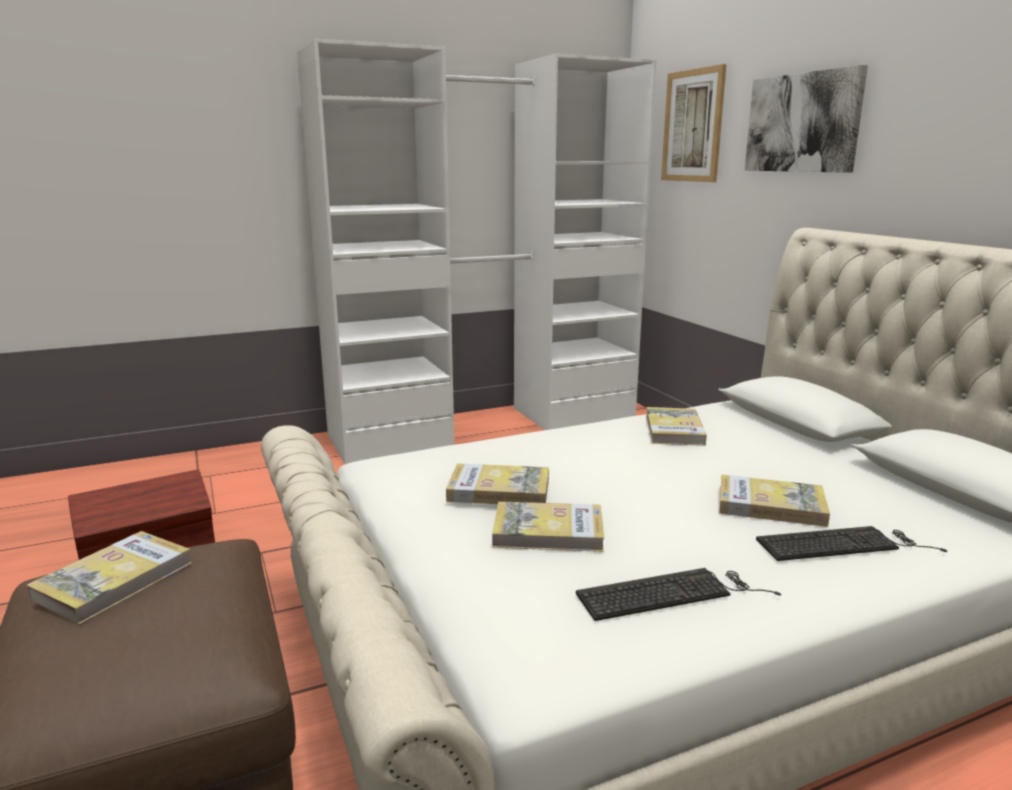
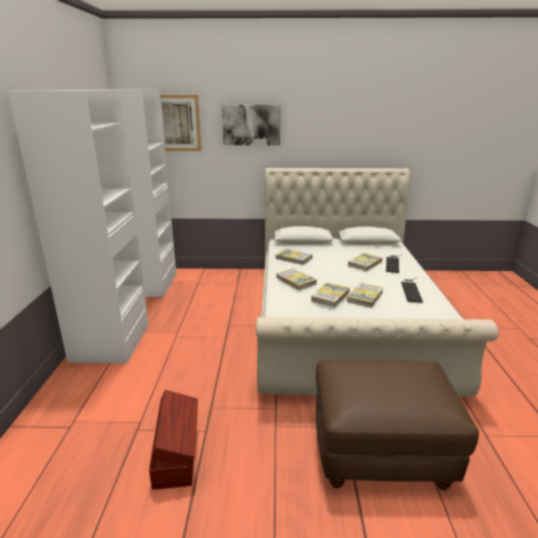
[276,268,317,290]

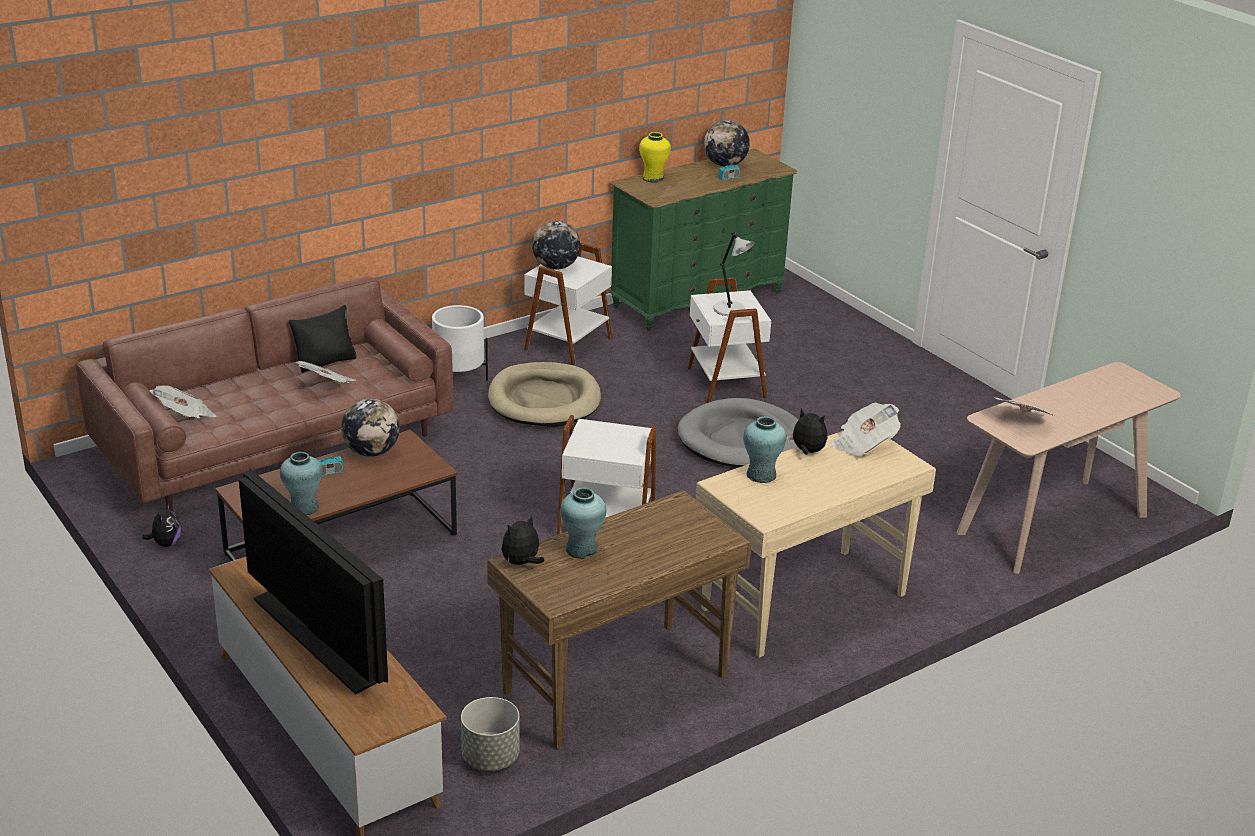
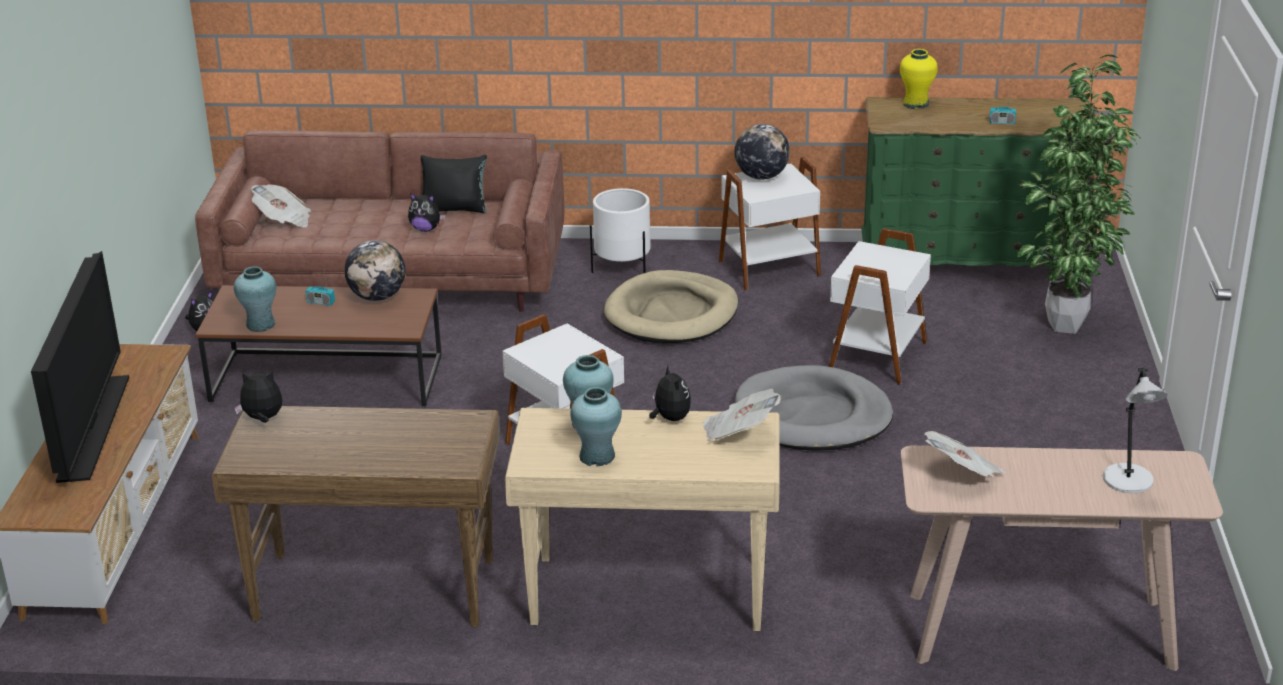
[704,120,750,167] (first image)
[1103,368,1168,493]
[408,193,445,232]
[571,387,622,467]
[461,697,519,771] (first image)
[1017,55,1141,334]

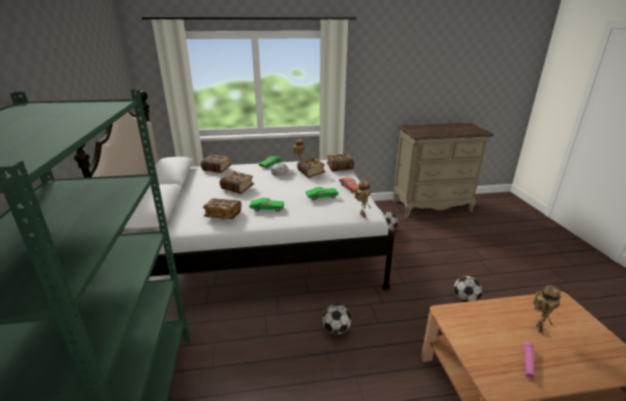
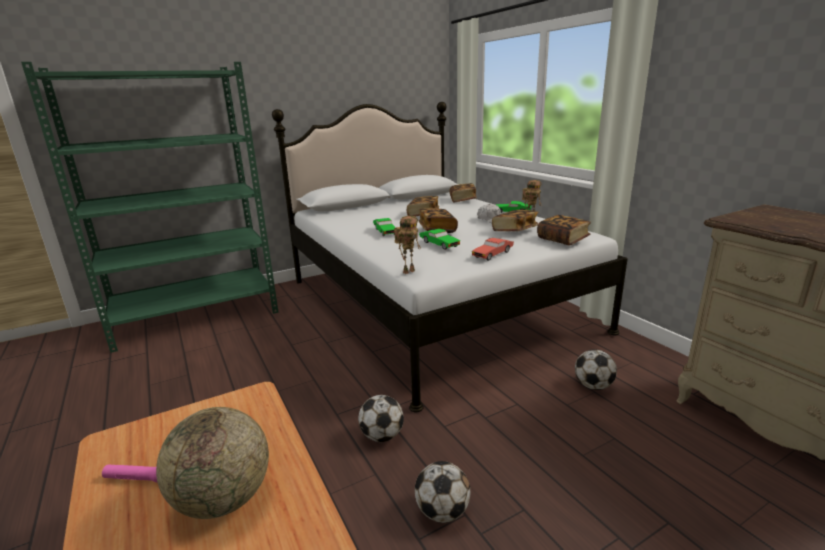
[419,209,458,233]
[156,407,269,519]
[358,395,404,442]

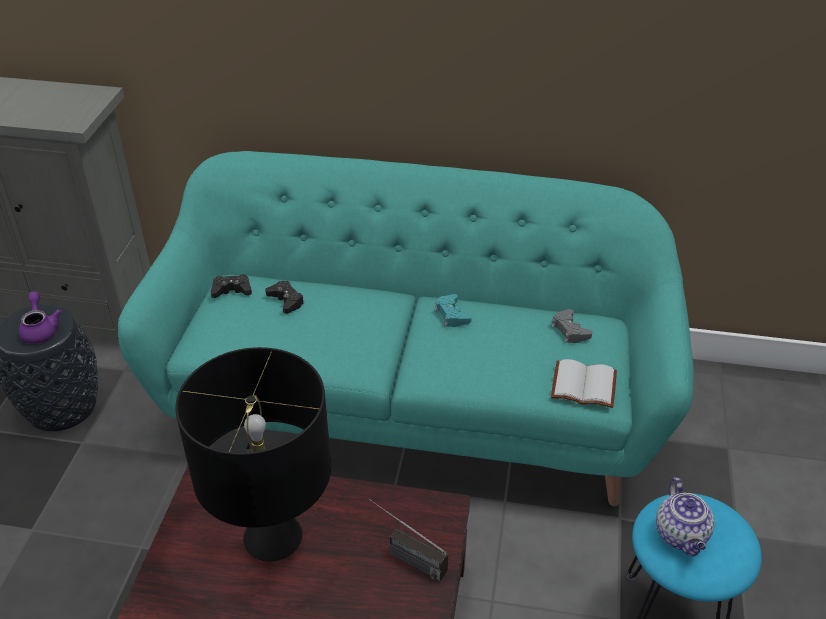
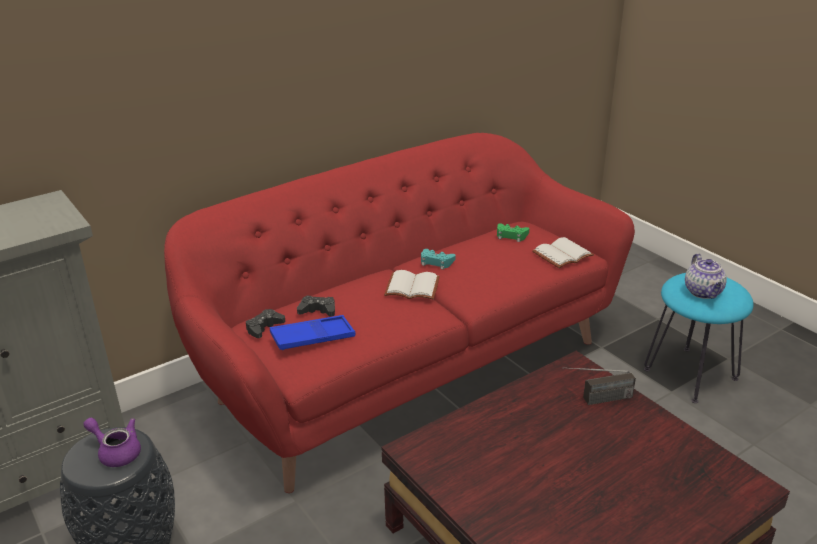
[164,133,635,493]
[497,223,529,242]
[175,347,331,561] (first image)
[685,253,727,299]
[384,270,440,300]
[270,315,355,350]

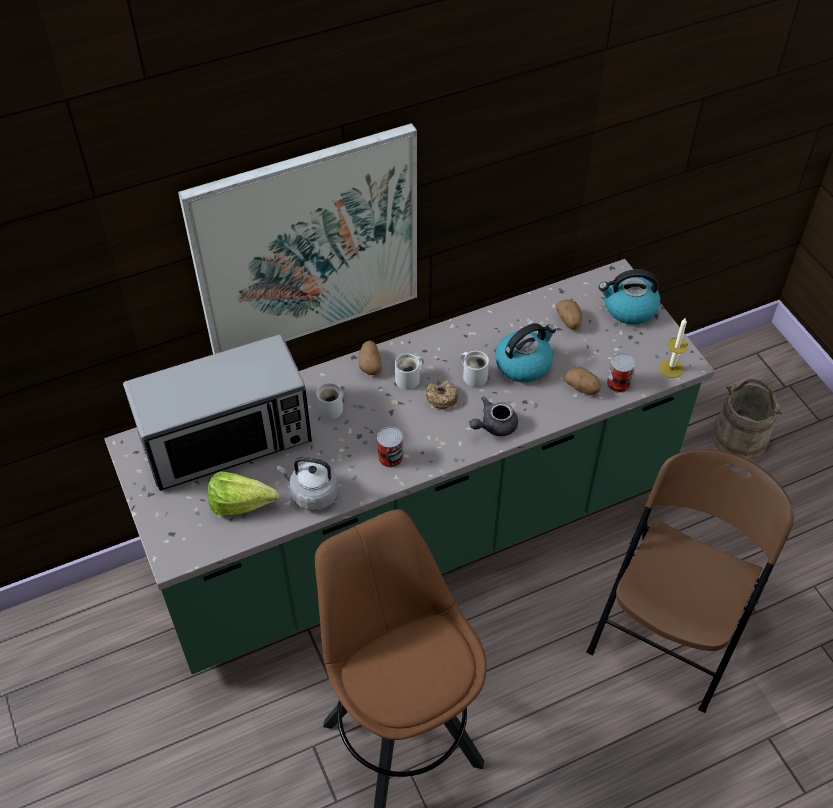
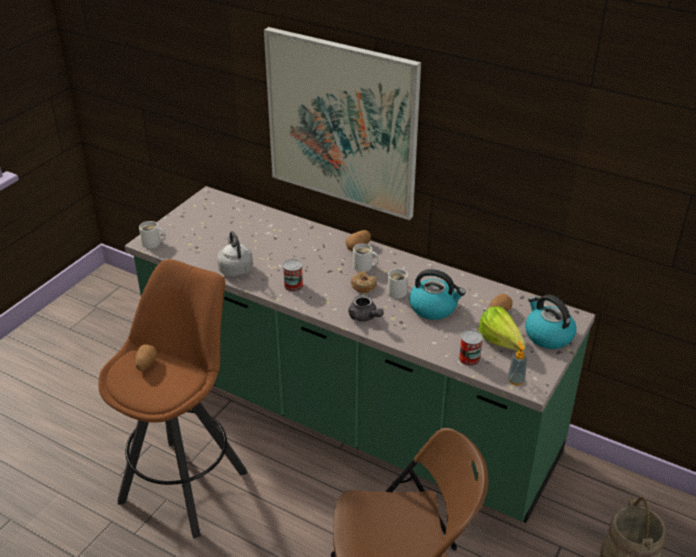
[508,341,527,385]
[123,334,312,491] (first image)
[135,345,157,371]
[139,221,166,248]
[348,295,384,322]
[478,306,526,351]

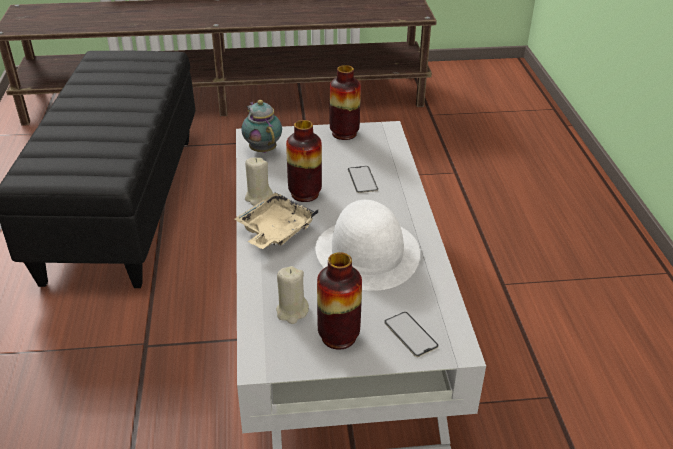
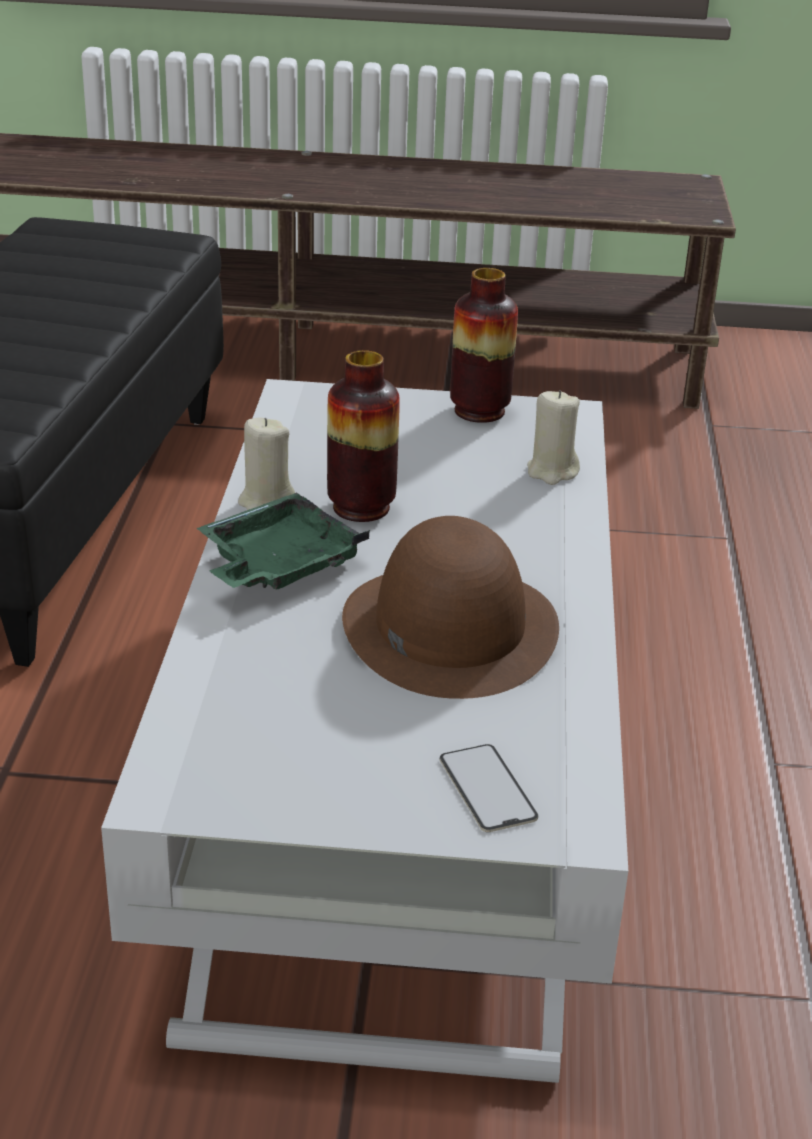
[241,100,282,153] (first image)
[348,166,378,193] (first image)
[196,492,370,590]
[342,516,559,699]
[317,252,362,350] (first image)
[527,390,580,485]

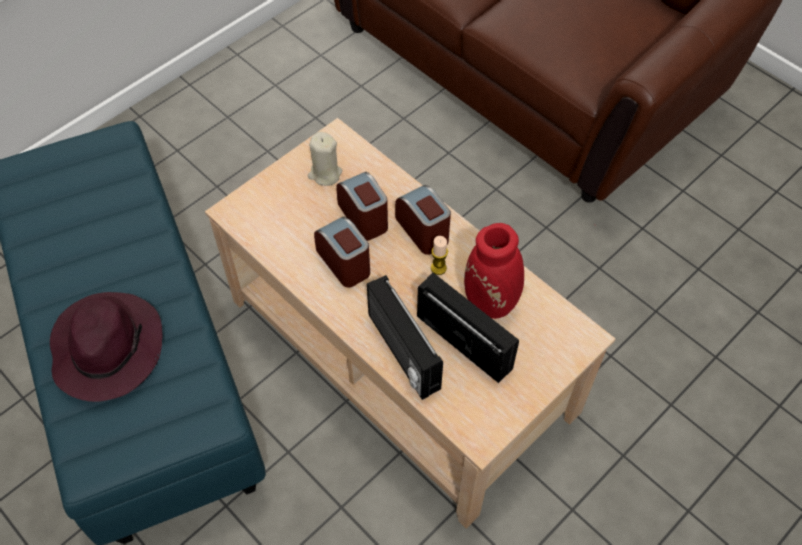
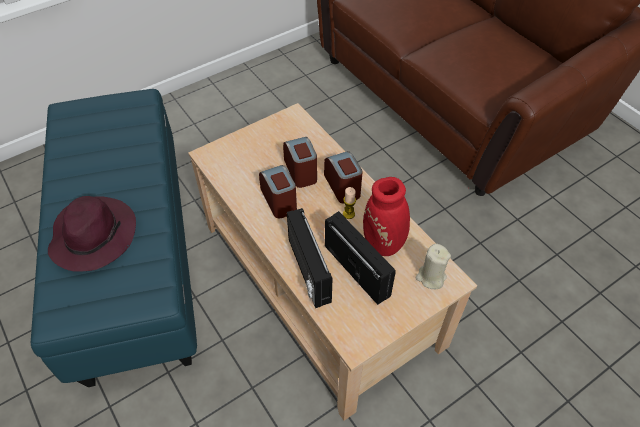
[416,243,451,289]

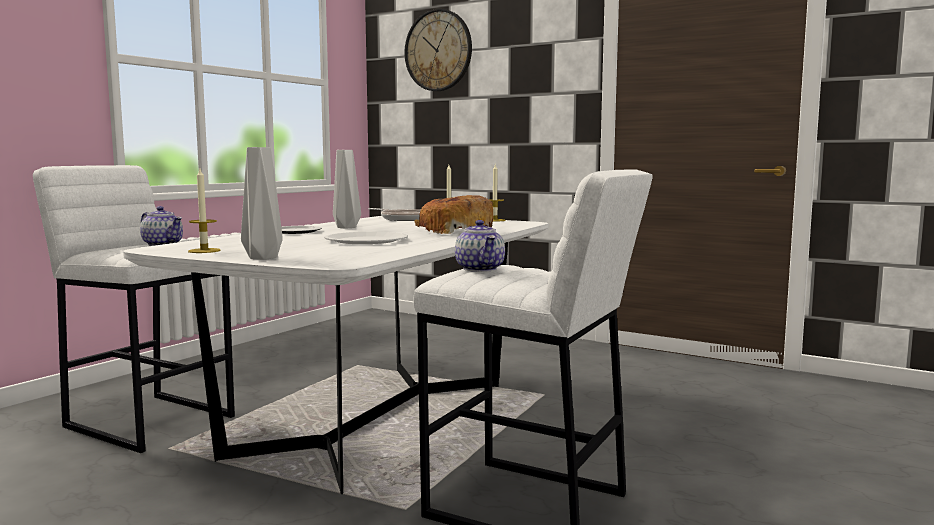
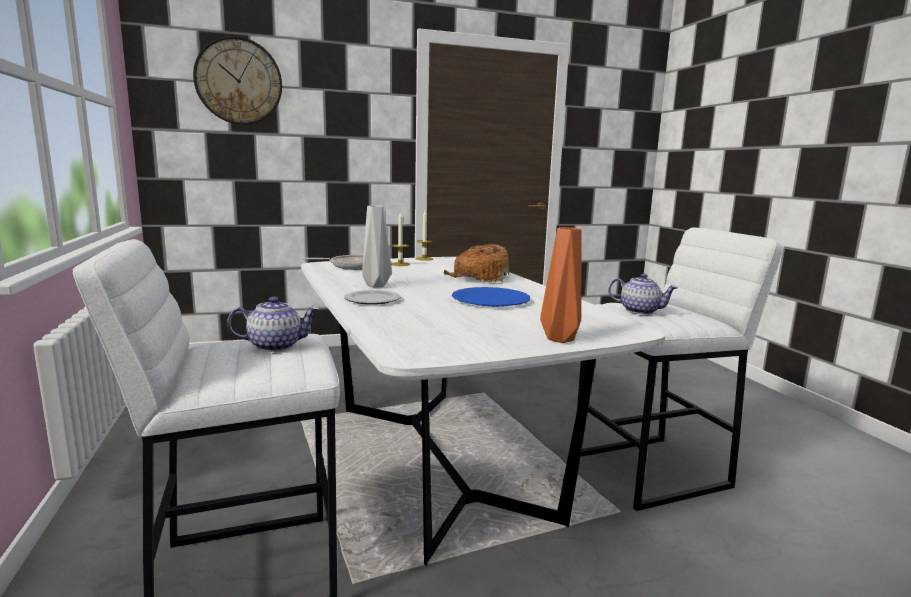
[540,227,582,343]
[188,169,221,253] (first image)
[452,287,530,307]

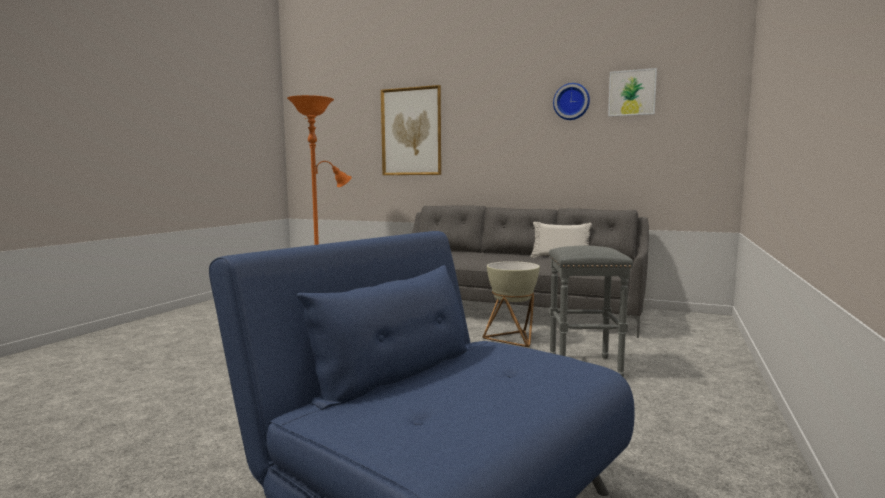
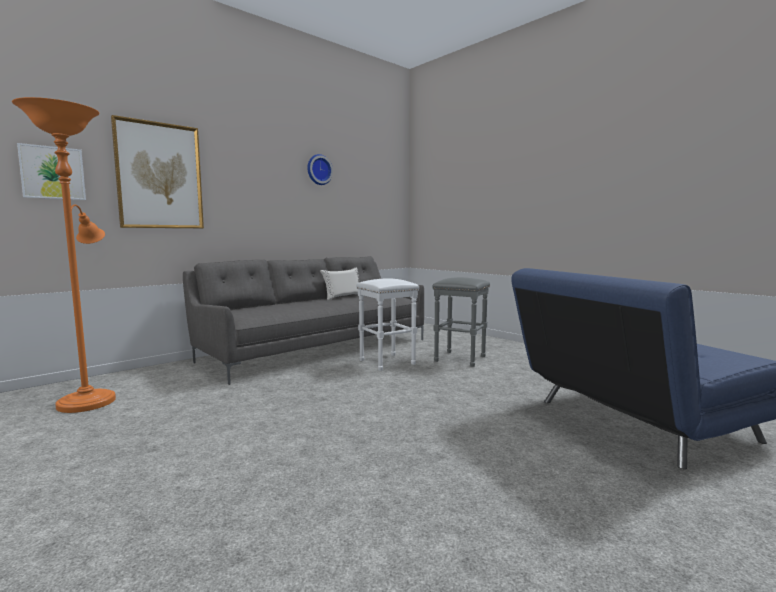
[17,143,86,200]
[356,278,419,371]

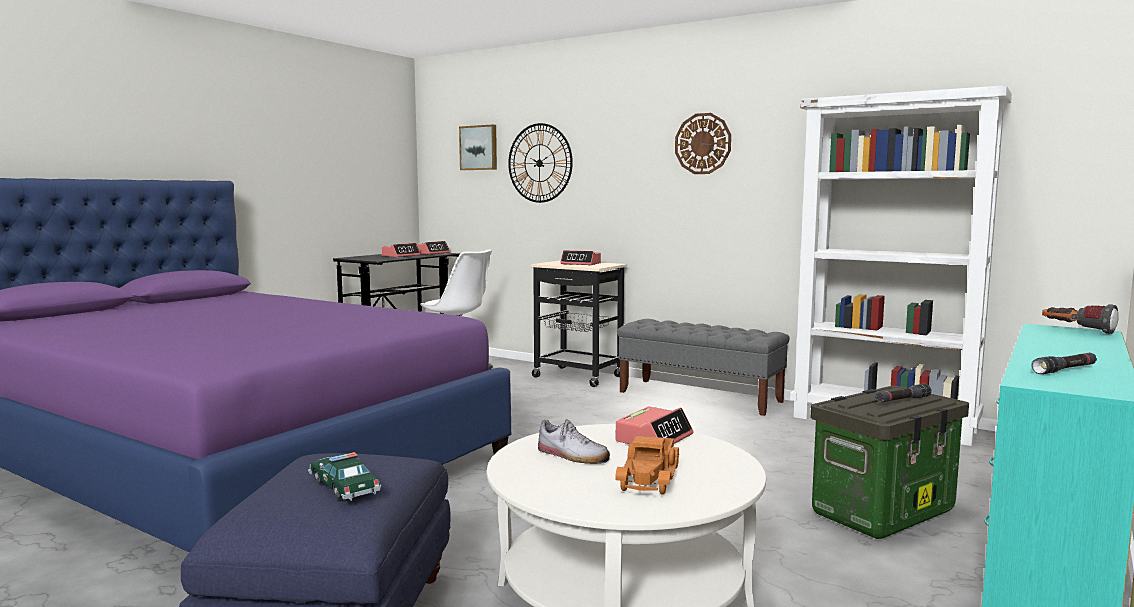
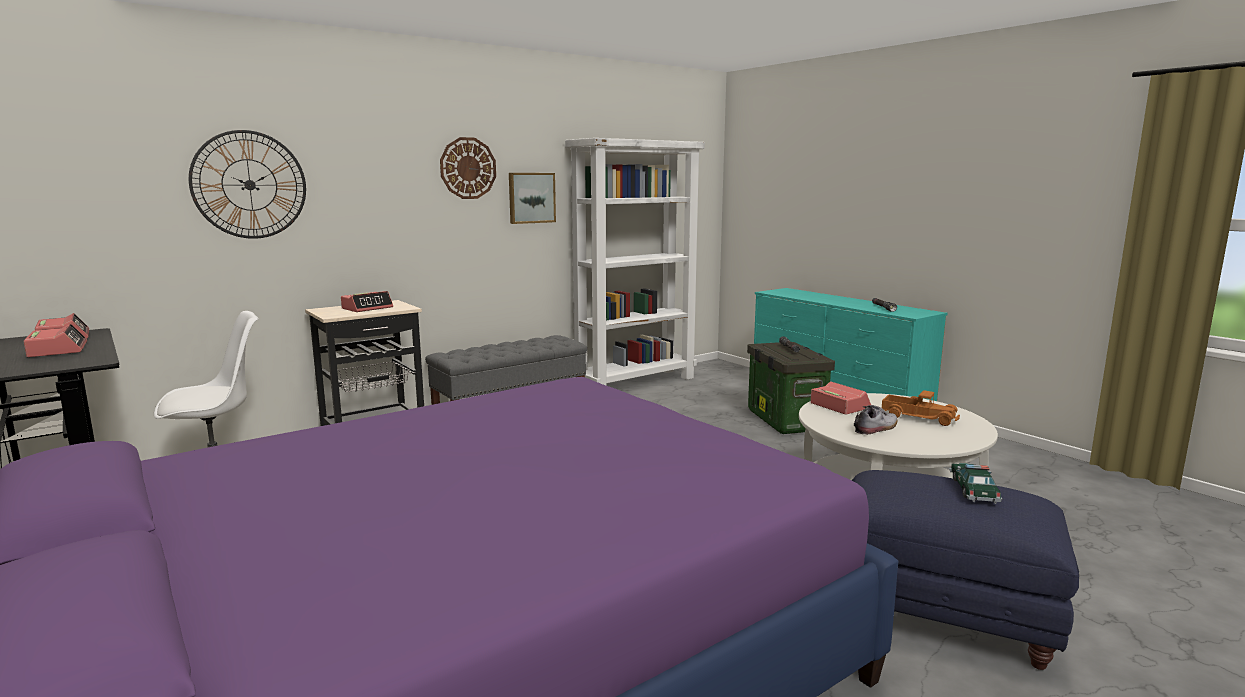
[509,173,556,224]
[1042,304,1119,334] (first image)
[949,463,1003,504]

